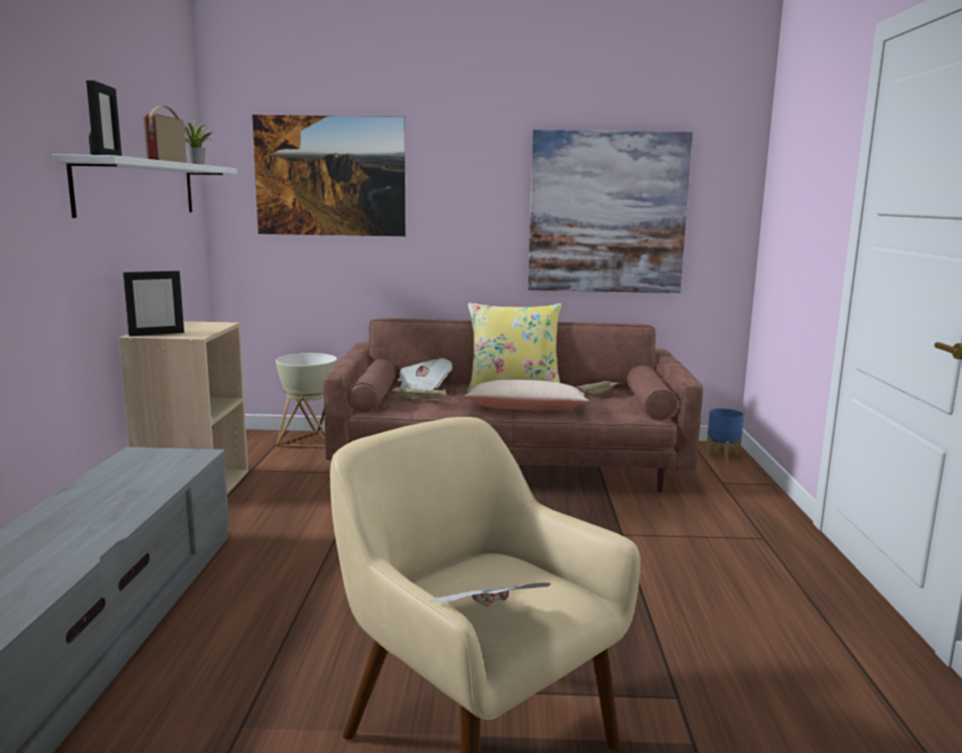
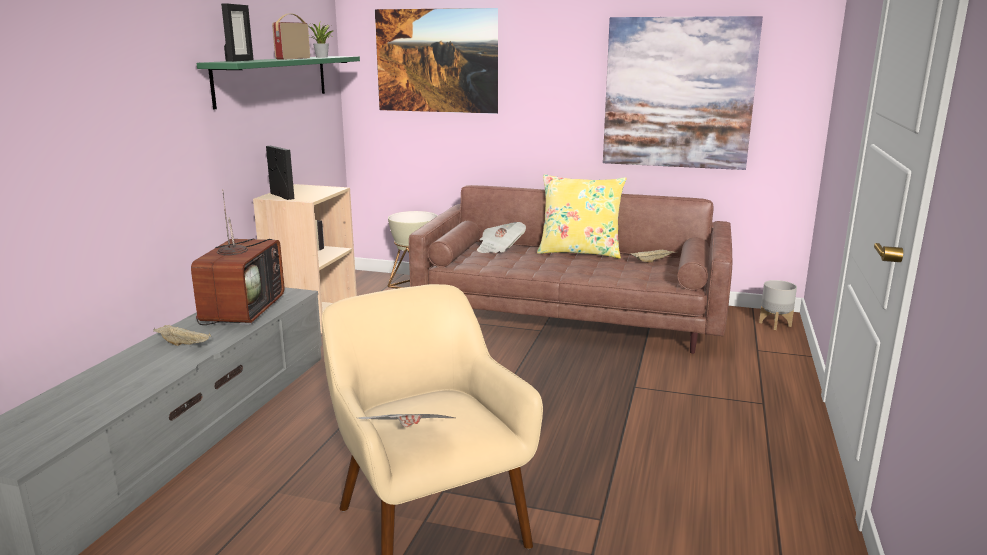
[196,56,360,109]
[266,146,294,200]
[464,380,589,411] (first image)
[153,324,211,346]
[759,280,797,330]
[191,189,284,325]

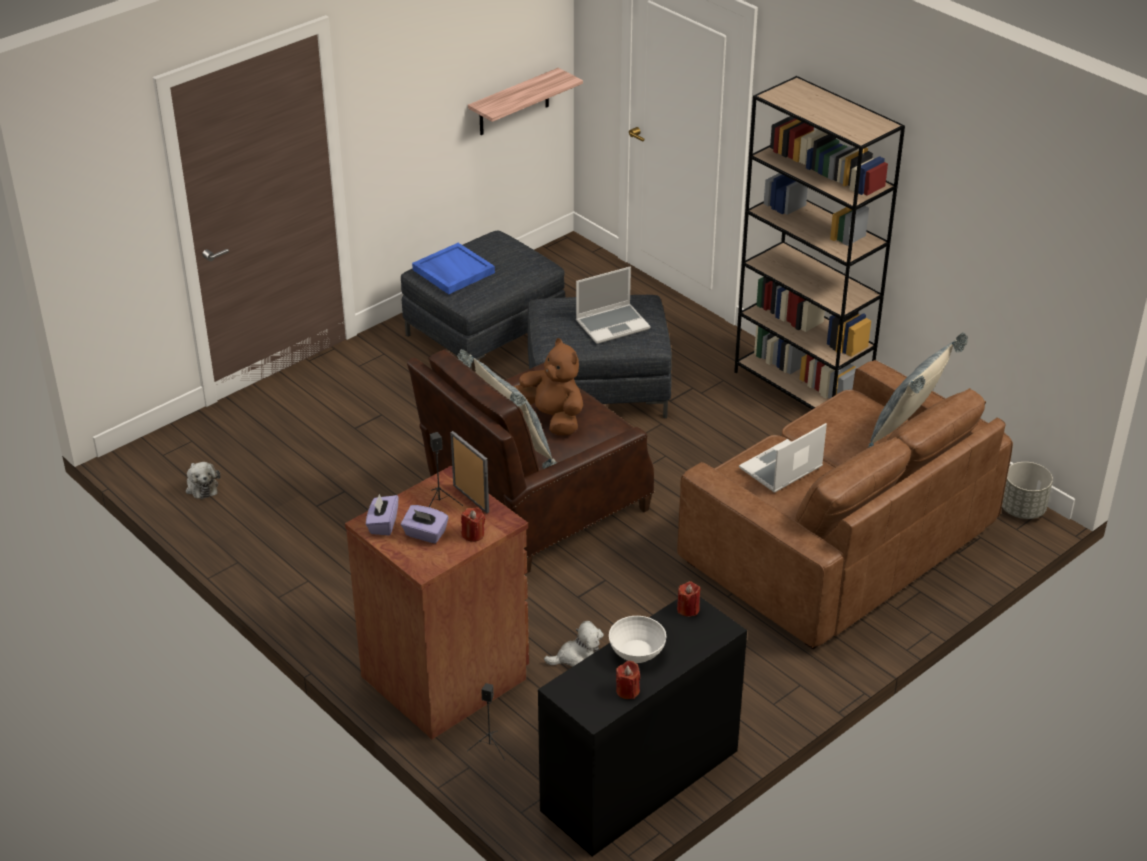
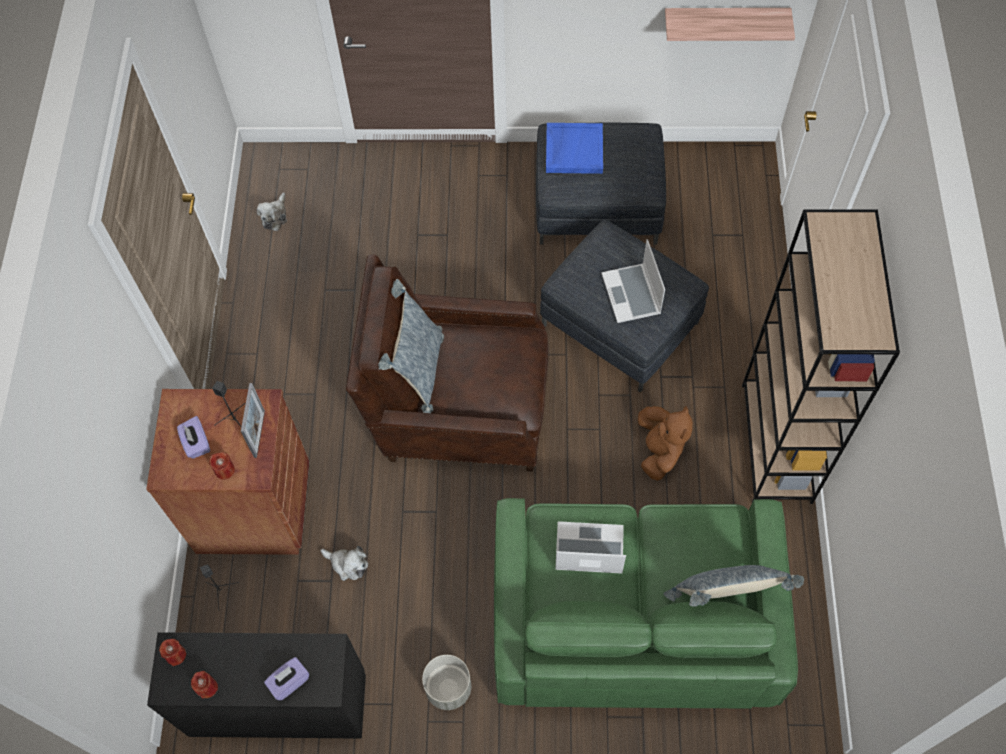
[601,239,665,323]
[638,406,693,481]
[494,498,798,709]
[422,655,471,710]
[264,657,309,700]
[159,639,186,666]
[609,616,667,663] (first image)

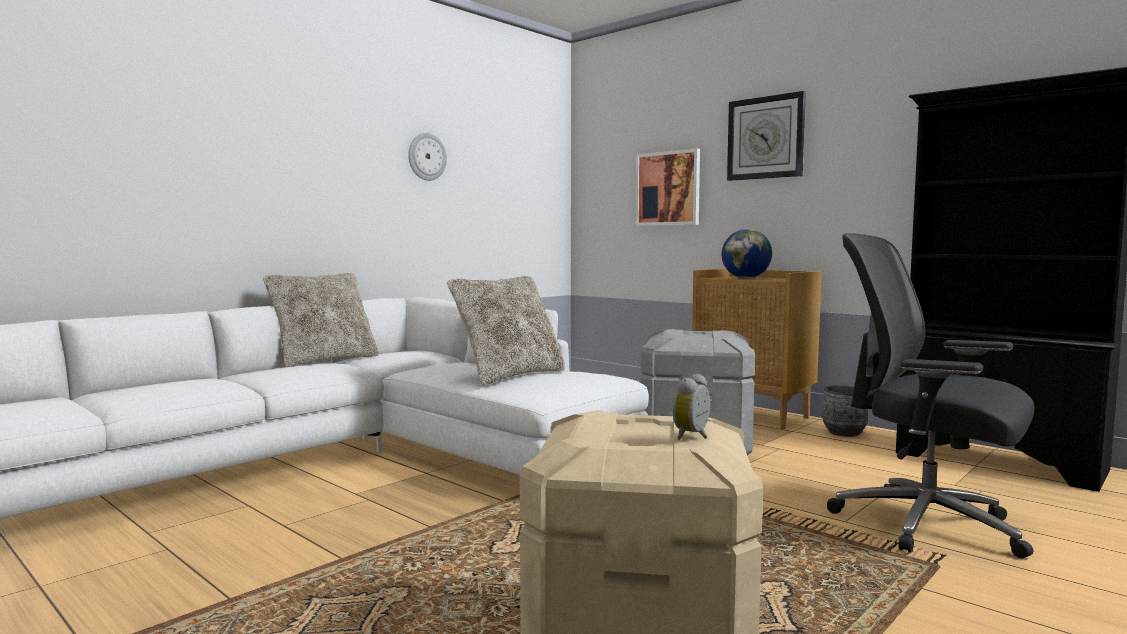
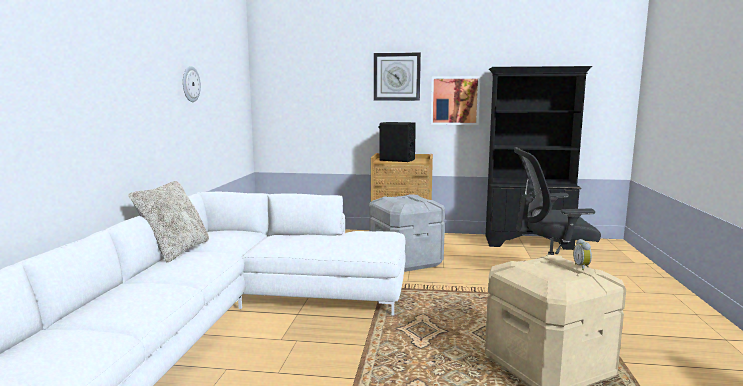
[431,76,480,125]
[378,122,416,162]
[447,276,565,385] (first image)
[823,385,868,437] (first image)

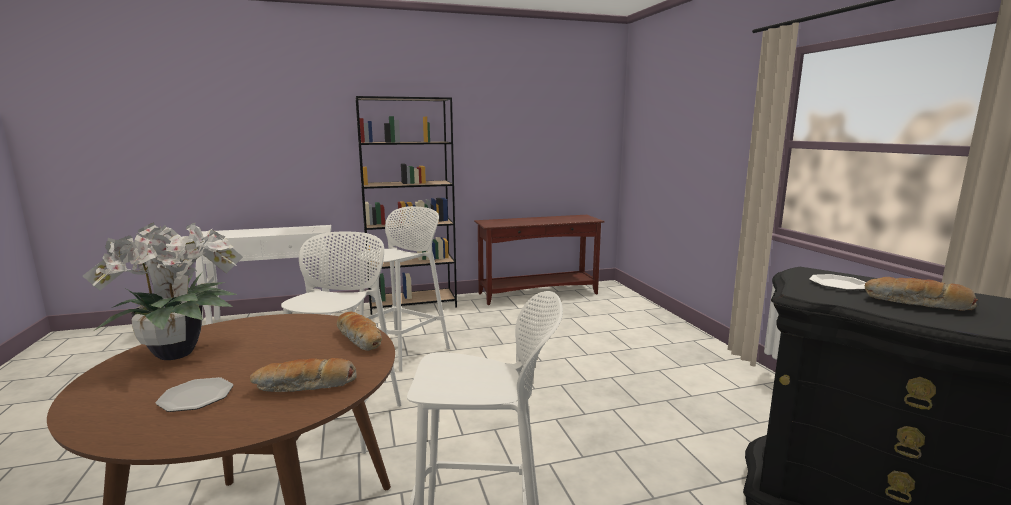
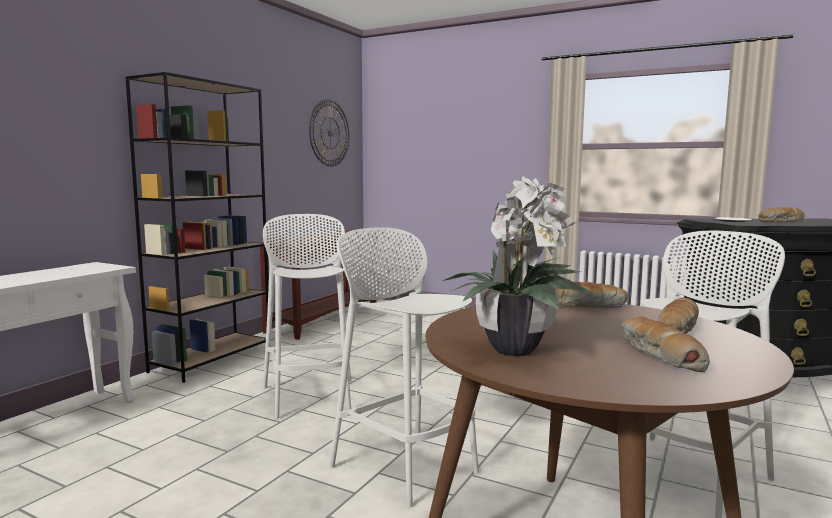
[621,316,710,372]
[309,99,350,166]

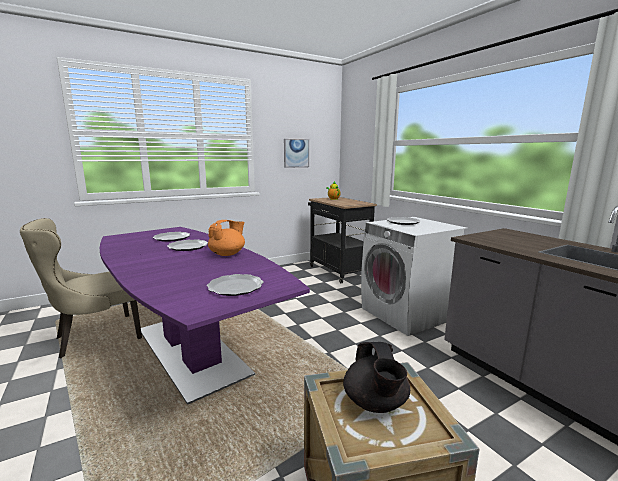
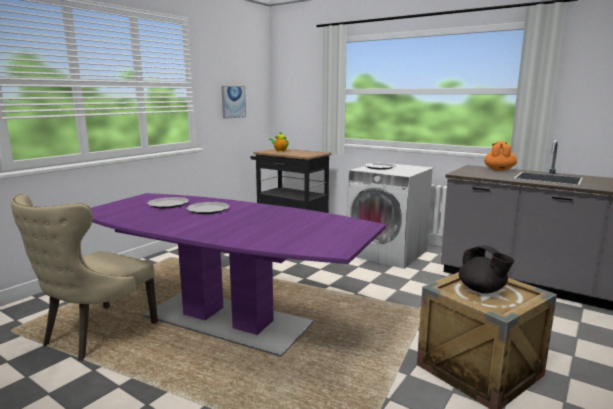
[484,141,517,171]
[207,274,264,296] (first image)

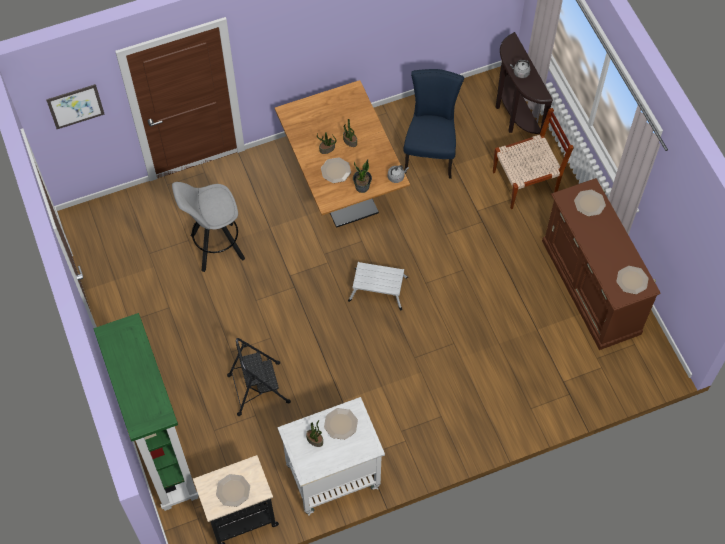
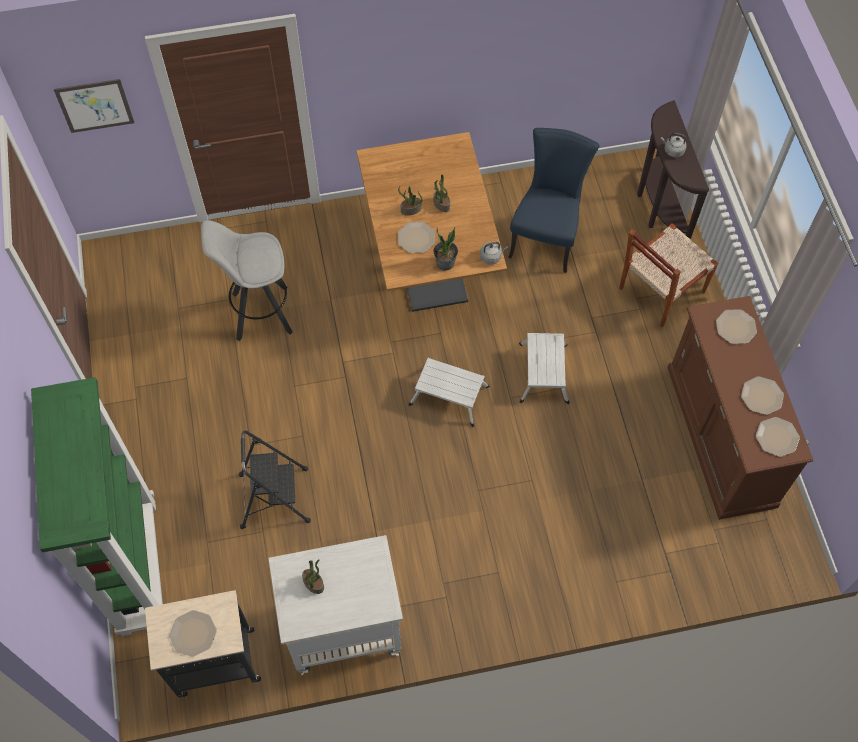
[619,223,718,327]
[741,376,784,415]
[519,333,570,404]

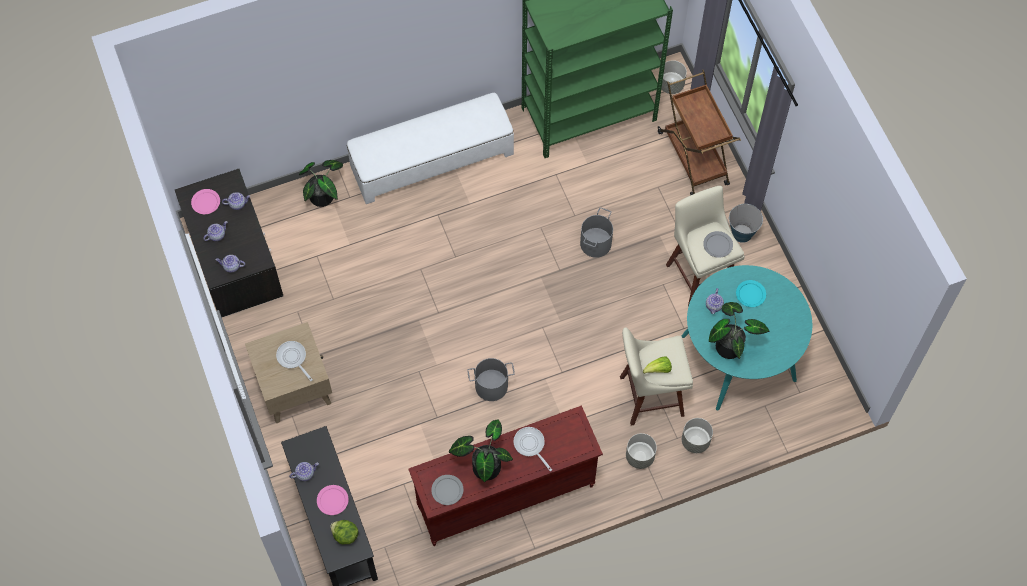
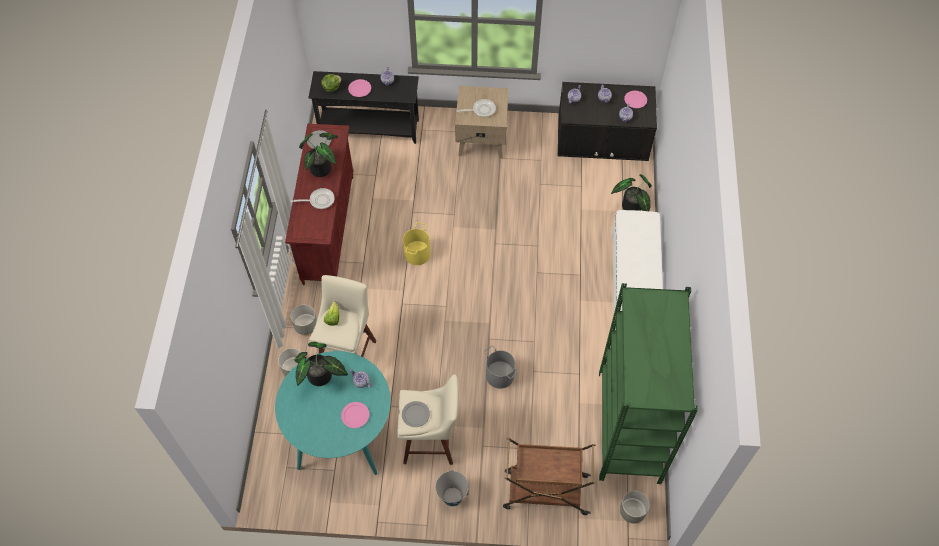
[341,402,369,428]
[403,222,431,265]

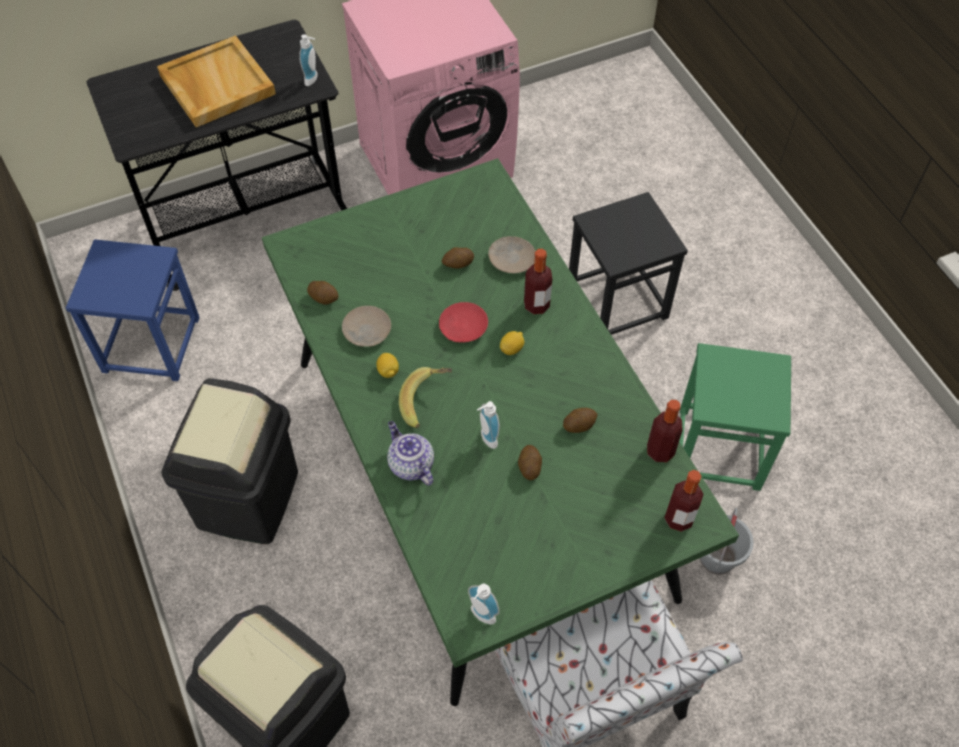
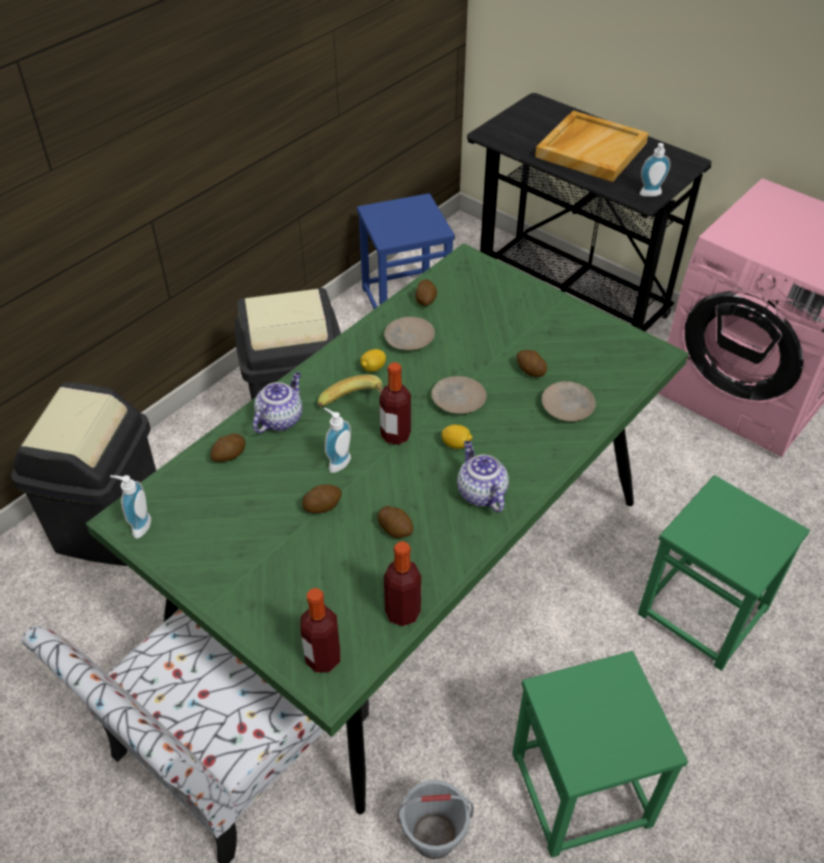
[638,475,810,671]
[379,362,411,445]
[431,376,487,414]
[210,433,245,462]
[457,441,509,512]

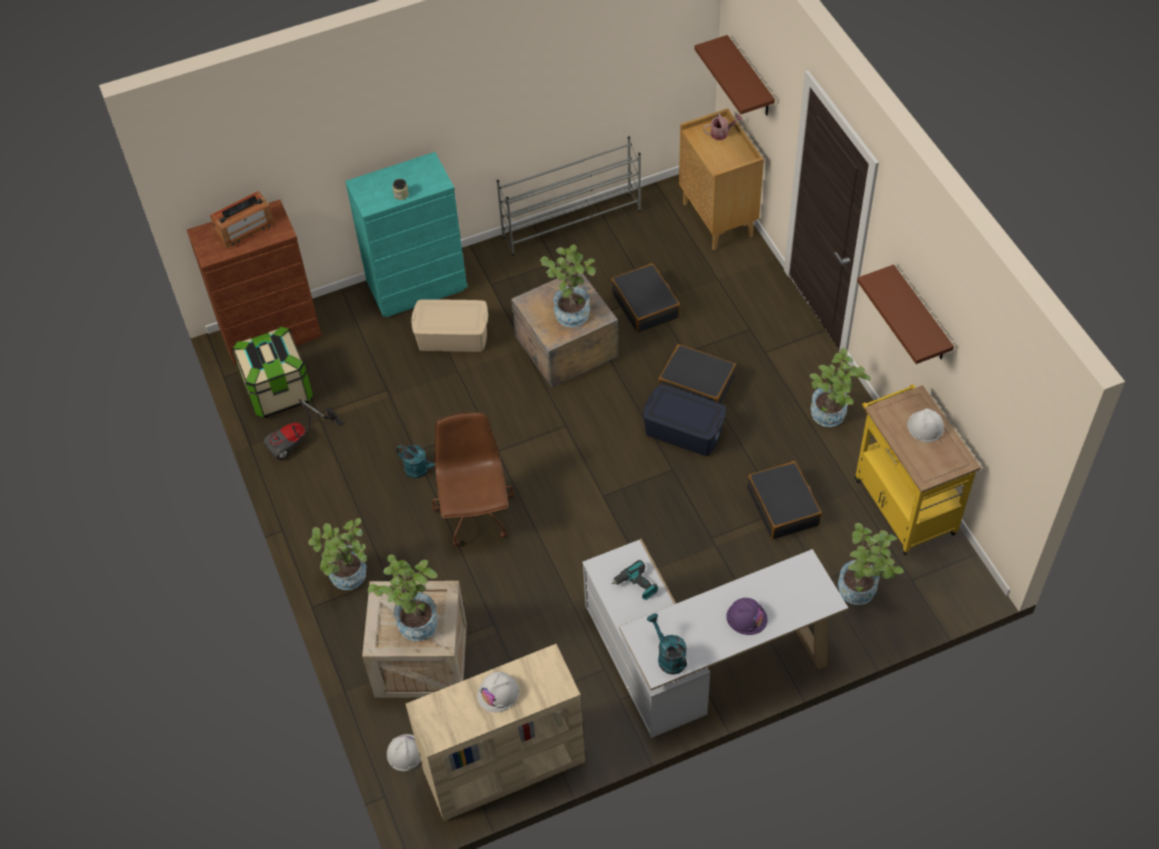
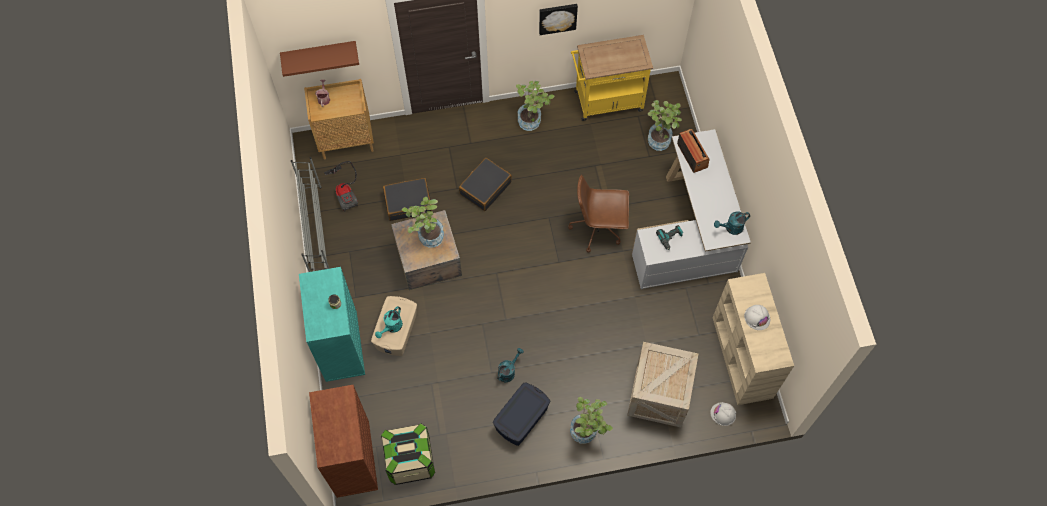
[677,129,710,173]
[539,4,578,35]
[493,383,550,446]
[324,161,358,211]
[907,408,944,443] (first image)
[568,175,629,252]
[747,461,822,539] (first image)
[368,554,438,641] (first image)
[726,598,768,635] (first image)
[375,306,403,338]

